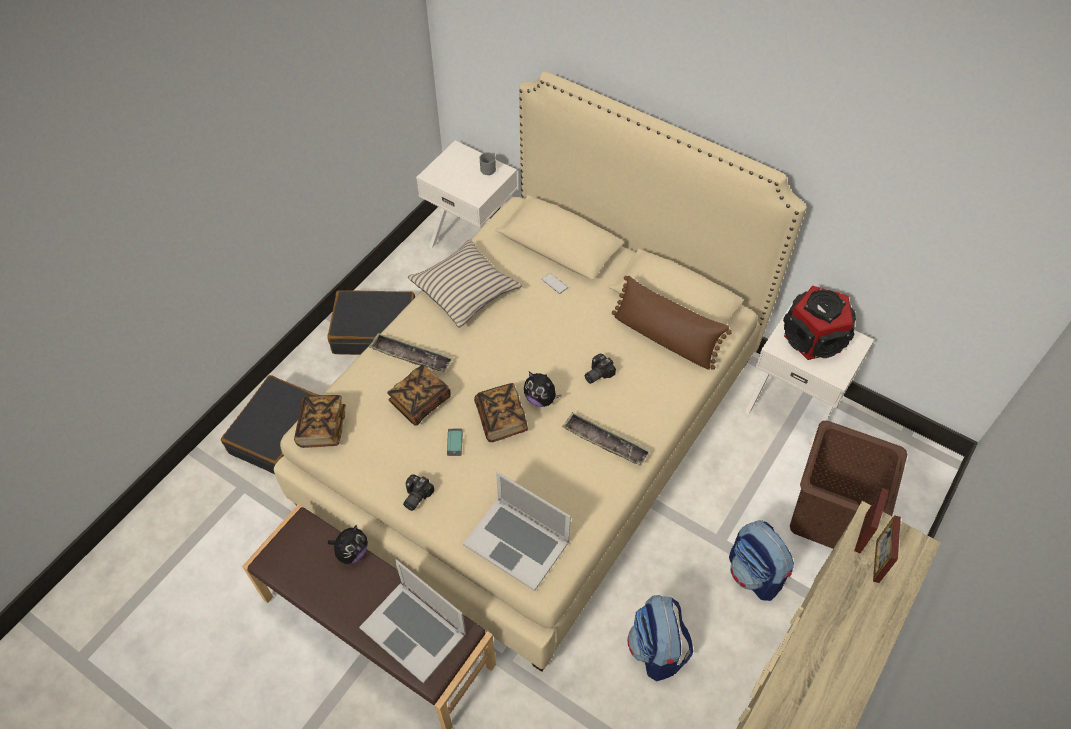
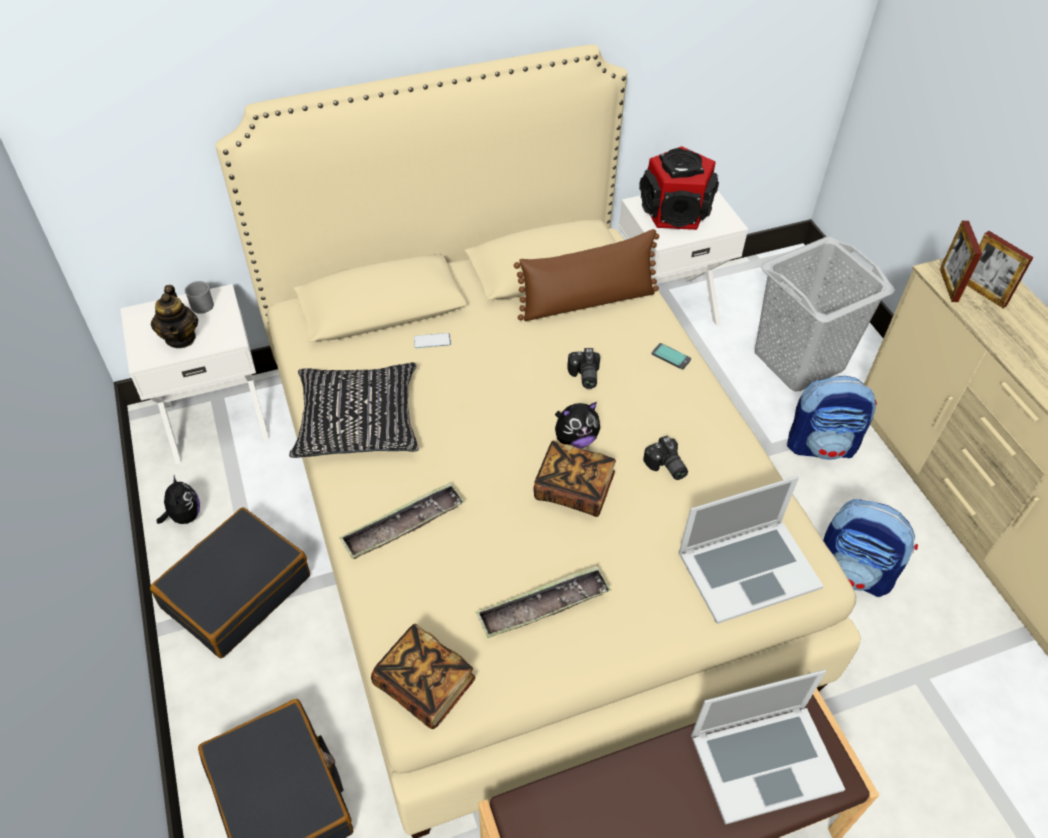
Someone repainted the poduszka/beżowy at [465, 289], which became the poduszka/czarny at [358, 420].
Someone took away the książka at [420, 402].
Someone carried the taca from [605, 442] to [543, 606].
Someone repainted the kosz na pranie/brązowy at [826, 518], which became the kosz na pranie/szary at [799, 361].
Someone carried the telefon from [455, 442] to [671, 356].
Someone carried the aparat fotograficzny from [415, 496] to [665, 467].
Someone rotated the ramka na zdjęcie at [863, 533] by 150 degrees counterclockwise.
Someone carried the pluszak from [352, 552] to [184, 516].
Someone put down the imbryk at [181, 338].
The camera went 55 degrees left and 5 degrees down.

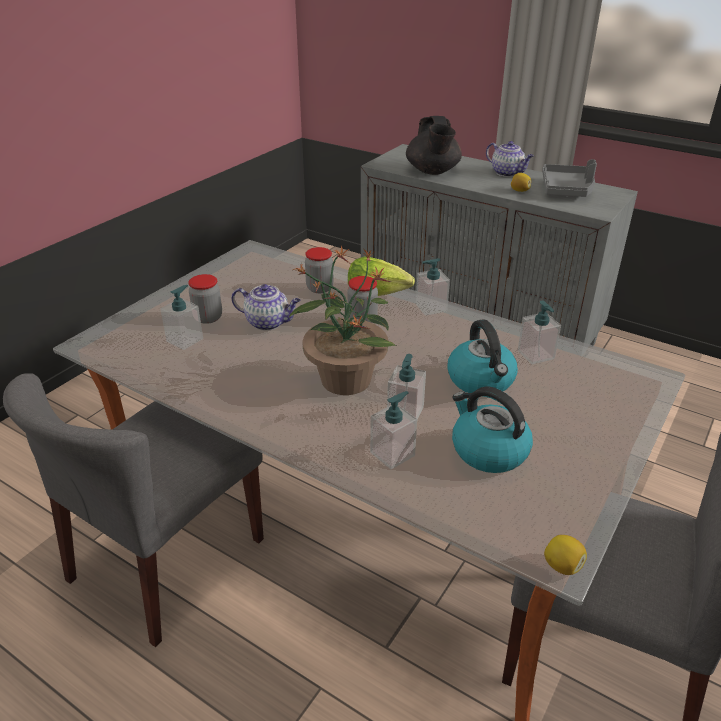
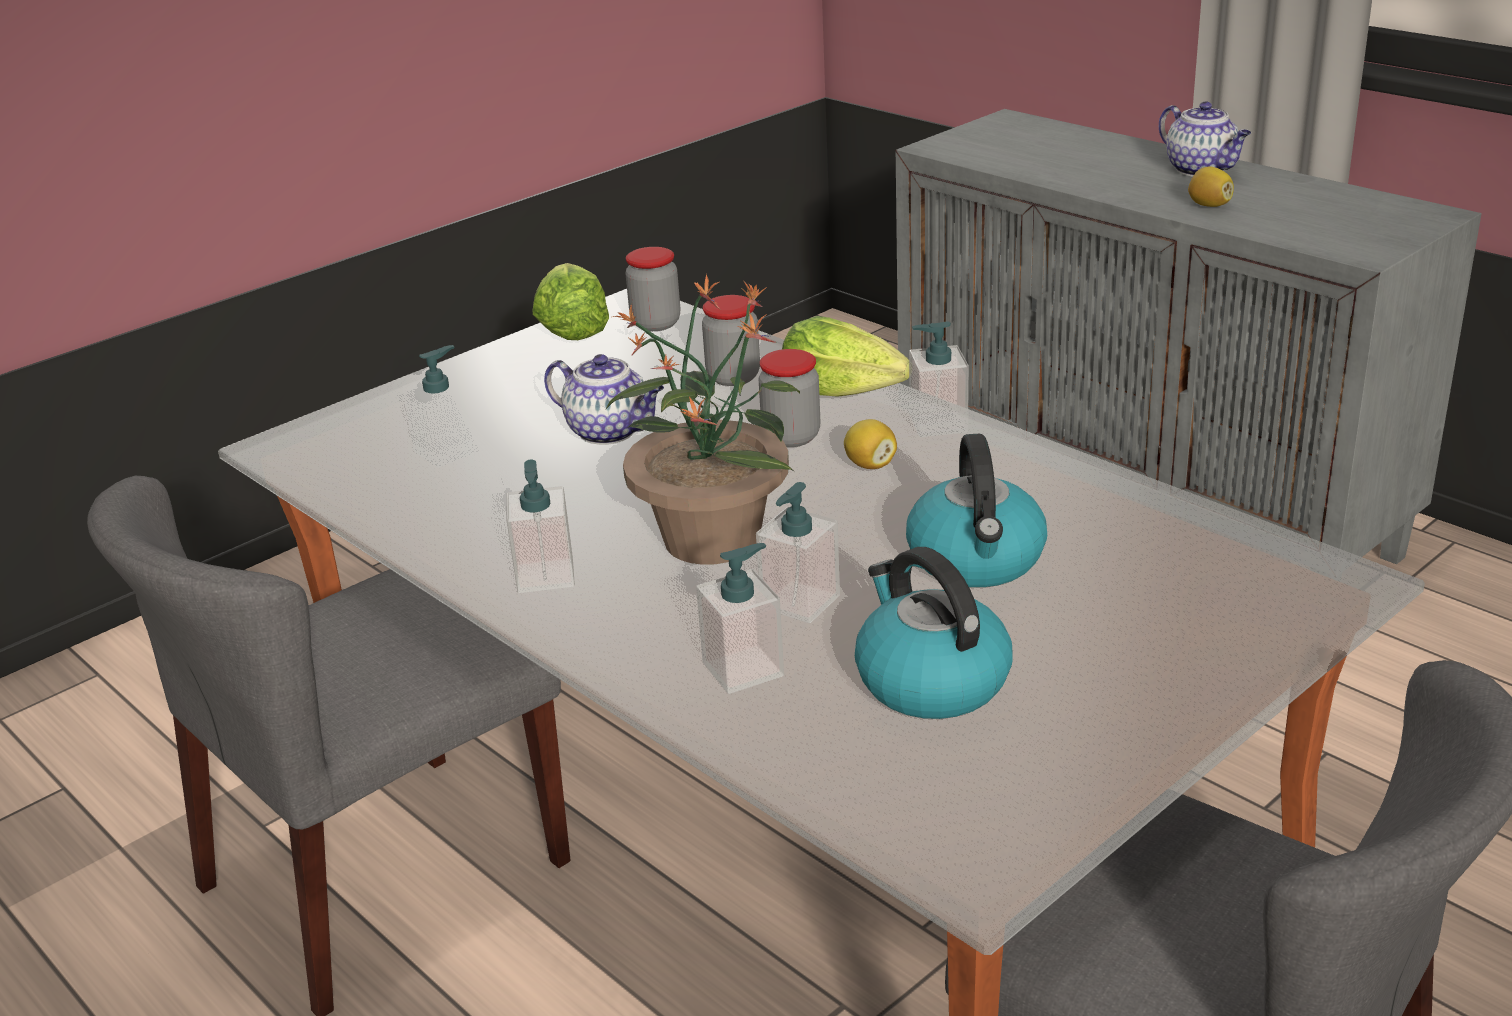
Someone took away the imbryk/czarny at [433, 171].
Someone took away the taca/szary at [567, 190].
Someone carried the słoik from [208, 317] to [656, 323].
Someone carried the dozownik mydła from [536, 355] to [545, 575].
Someone carried the cytryna from [562, 566] to [870, 465].
Someone put down the sałata at [572, 328].
The camera went 15 degrees right and 5 degrees down.

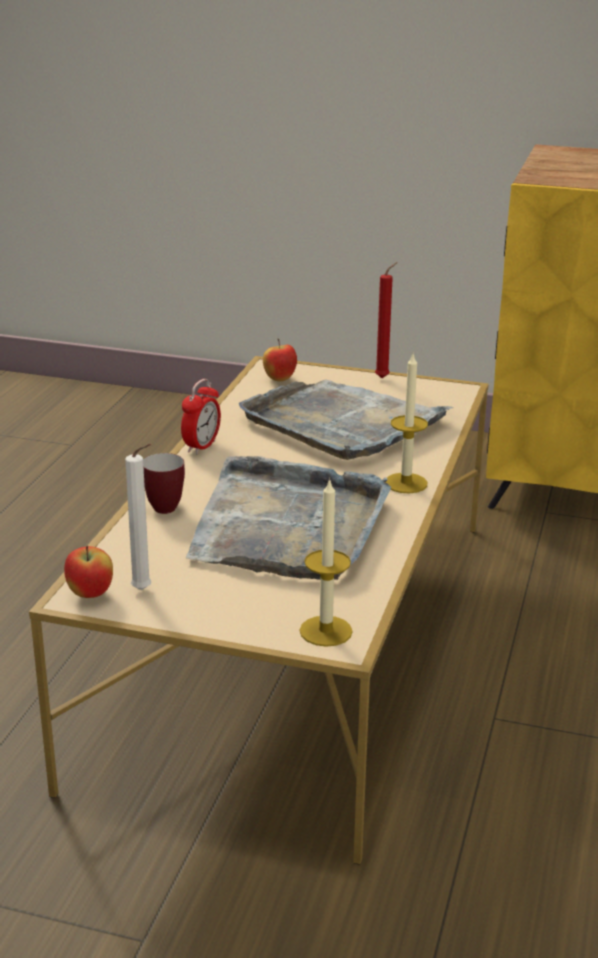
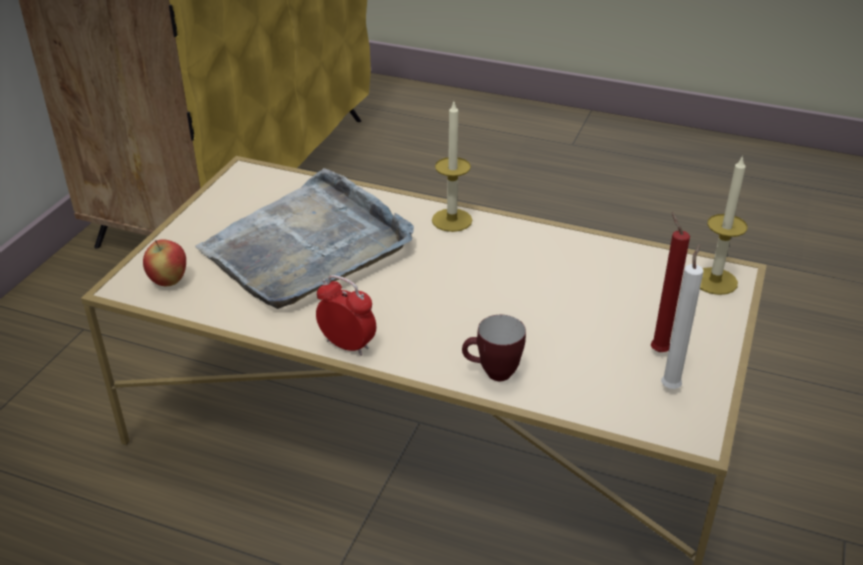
Someone carried the świeca/czerwony from [384, 377] to [657, 350].
Someone took away the taca/szary at [288, 526].
Someone took away the jabłko at [90, 594].
The camera went 85 degrees left and 10 degrees up.

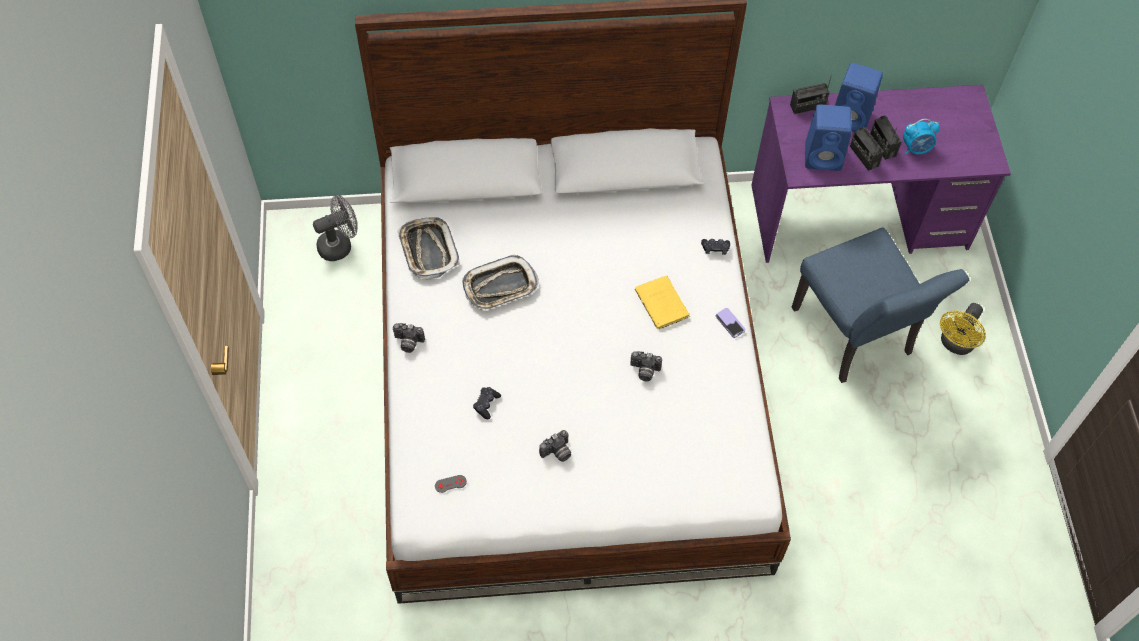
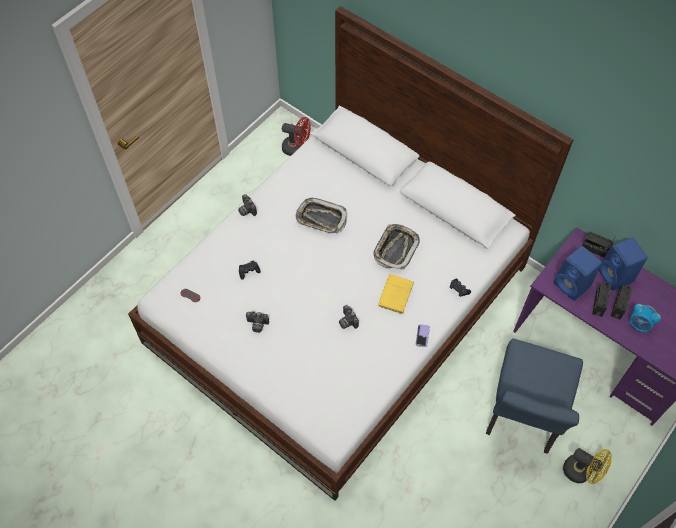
Someone repainted the wentylator/szary at [340, 245], which became the wentylator/czerwony at [297, 148].
Someone carried the taca from [428, 250] to [395, 248].
Someone rotated the wentylator/żółty at [955, 344] by 135 degrees counterclockwise.
The camera went 45 degrees right and 0 degrees up.

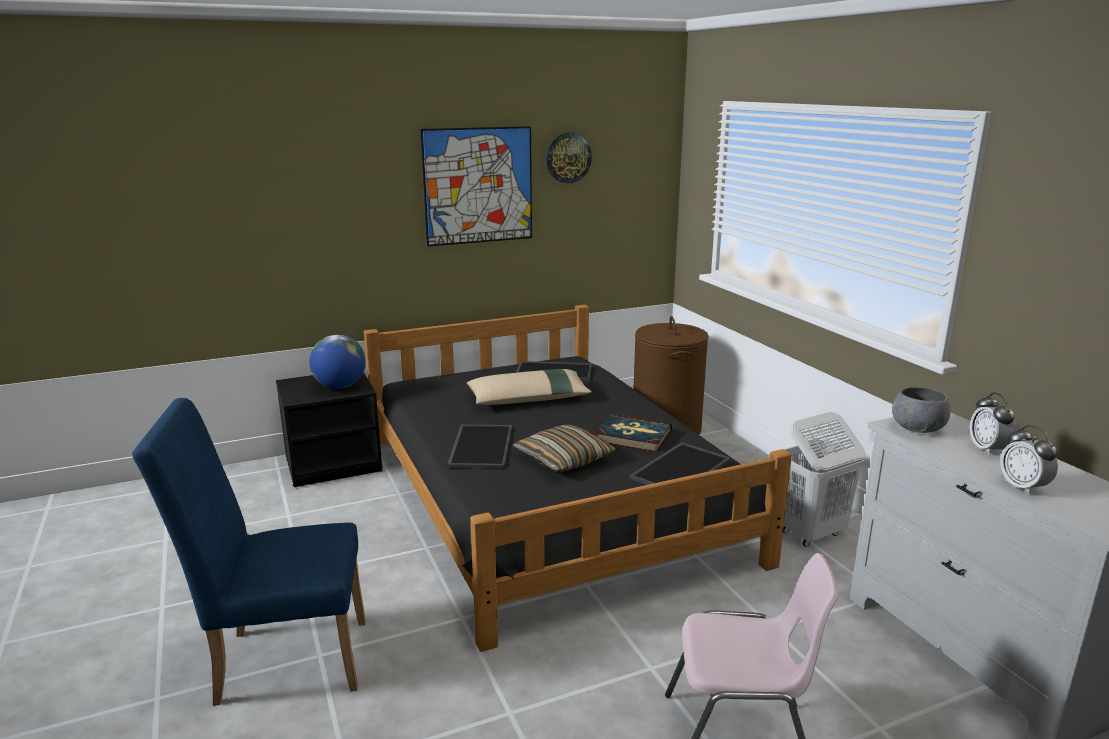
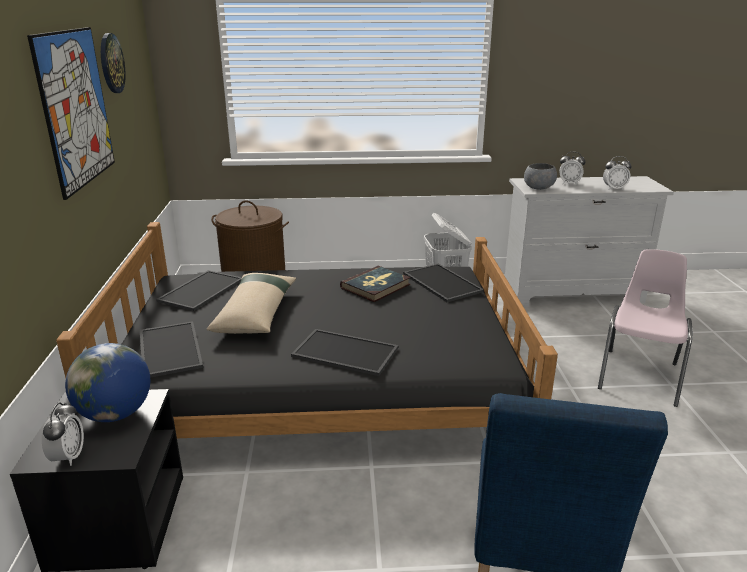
Someone took away the poduszka at [564, 459].
Someone put down the taca at [168, 349].
Someone put down the budzik at [68, 457].
The camera went 70 degrees left and 5 degrees up.

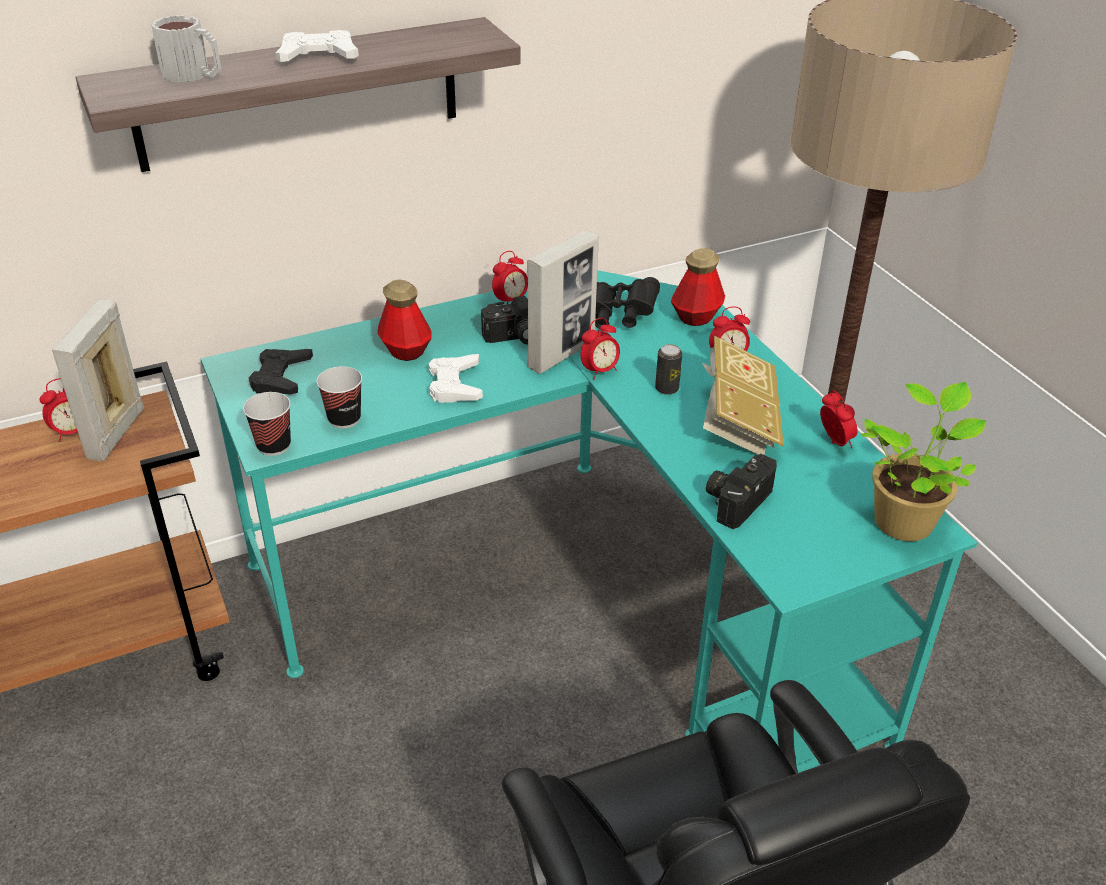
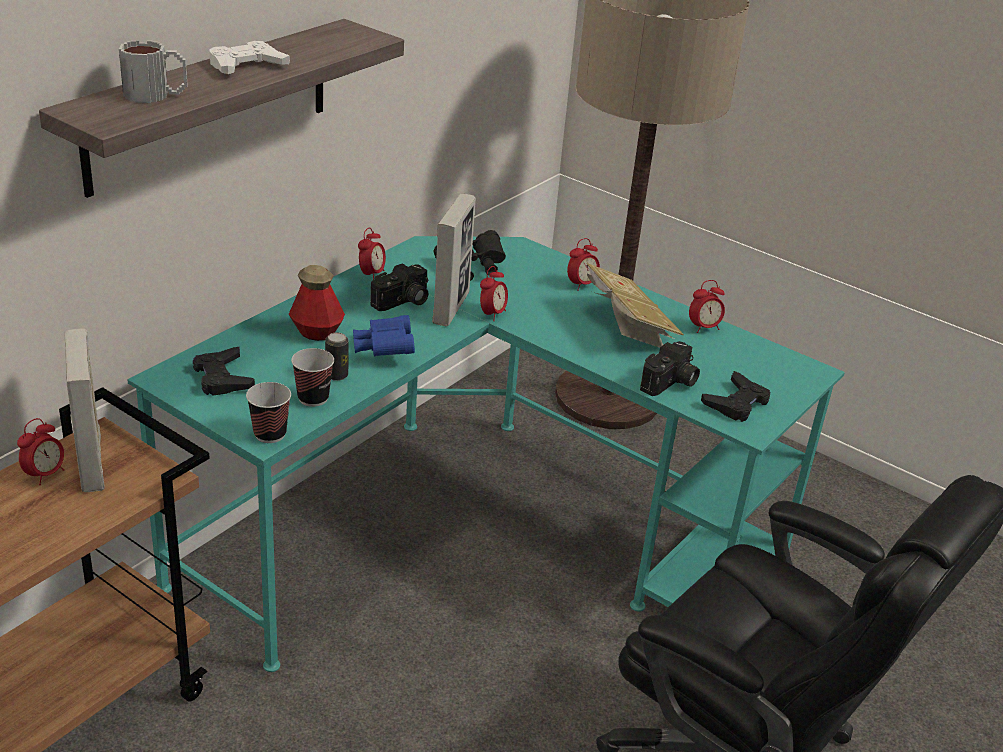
Someone took away the butelka at [696, 317].
Someone carried the puszka from [666, 388] to [336, 375].
Someone swapped the pad do gier/biały at [455, 385] for the lornetka/niebieski at [384, 350].
Someone took away the roślina doniczkowa at [905, 520].
Someone rotated the budzik at [834, 442] by 120 degrees clockwise.
Someone rotated the aparat fotograficzny at [736, 499] by 150 degrees counterclockwise.
Someone put down the pad do gier/czarny at [736, 403].
The camera went 30 degrees left and 5 degrees down.

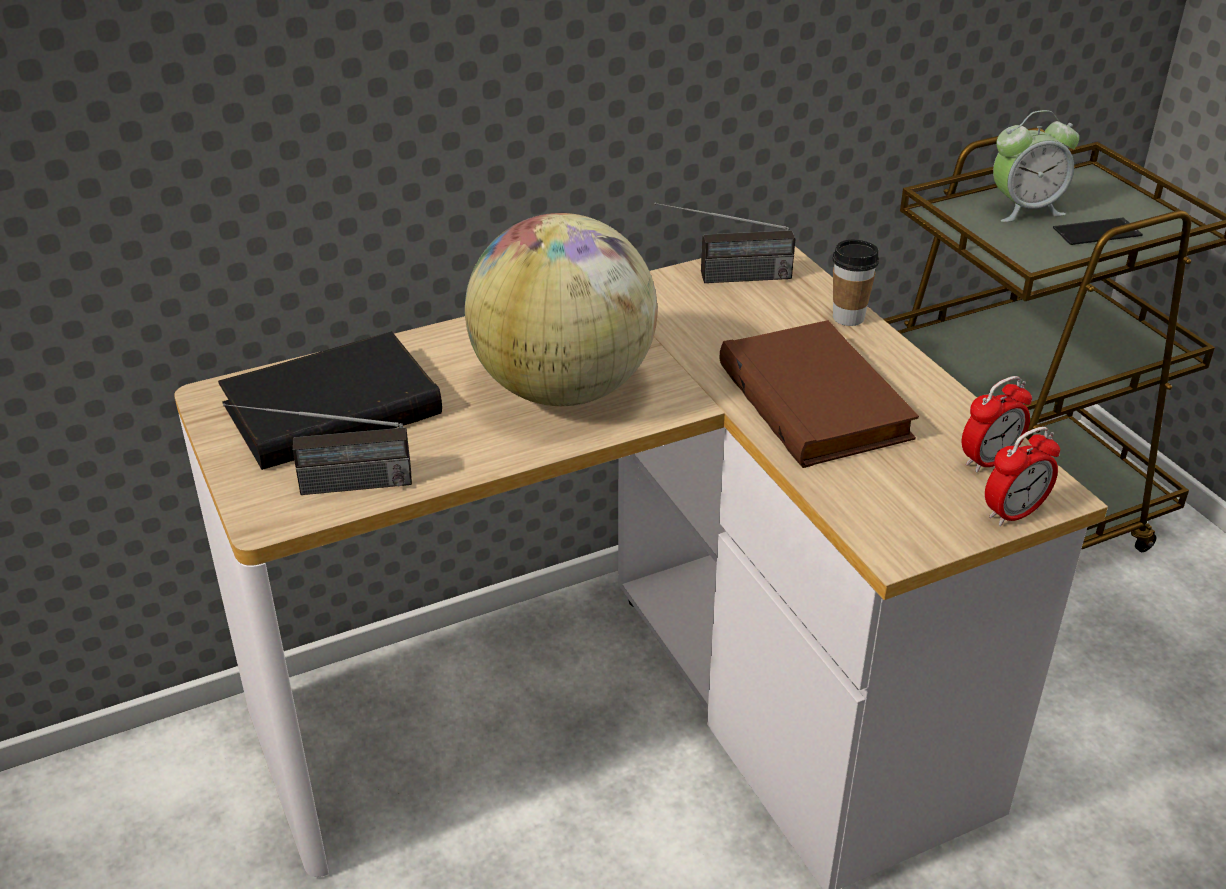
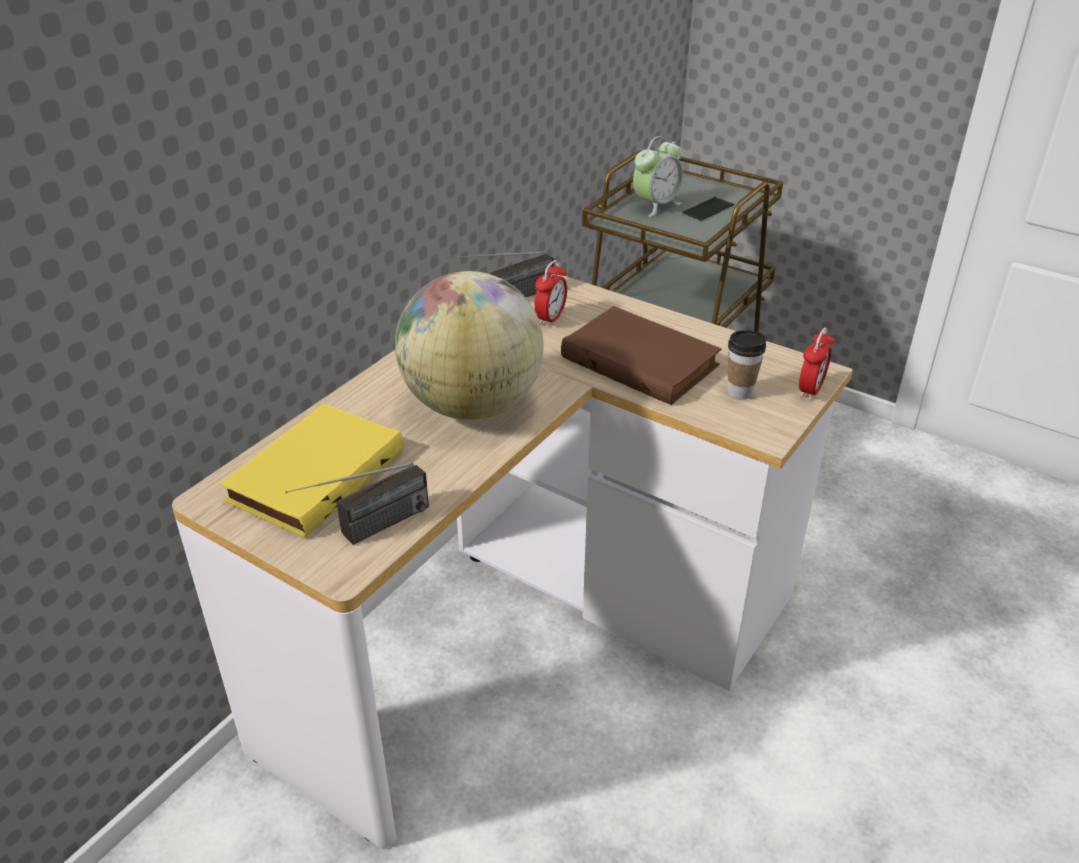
Someone carried the filiżanka from [848, 317] to [740, 392].
Someone repainted the książka/czarny at [332, 407], which became the książka/żółty at [314, 474].
Someone carried the budzik from [989, 460] to [550, 318].
The camera went 30 degrees left and 0 degrees up.

